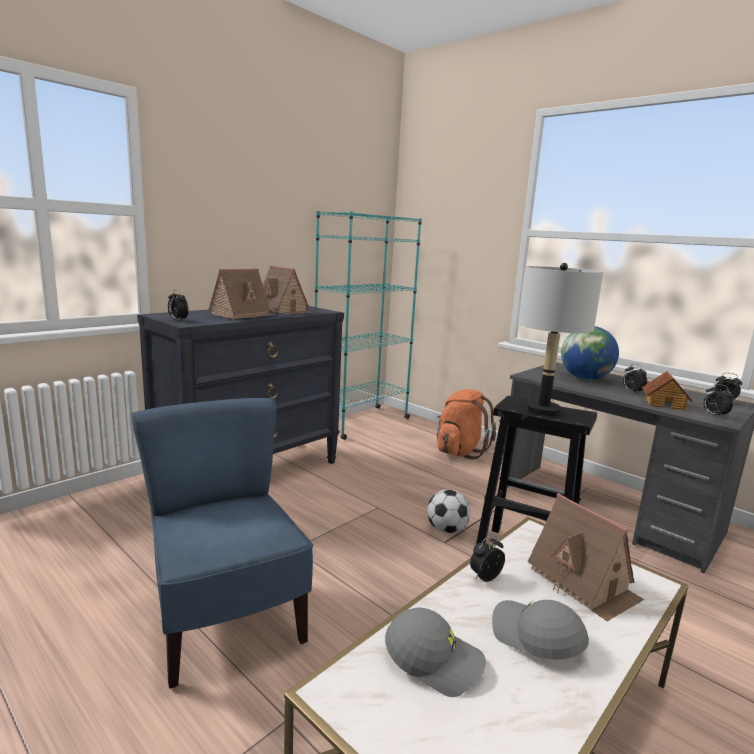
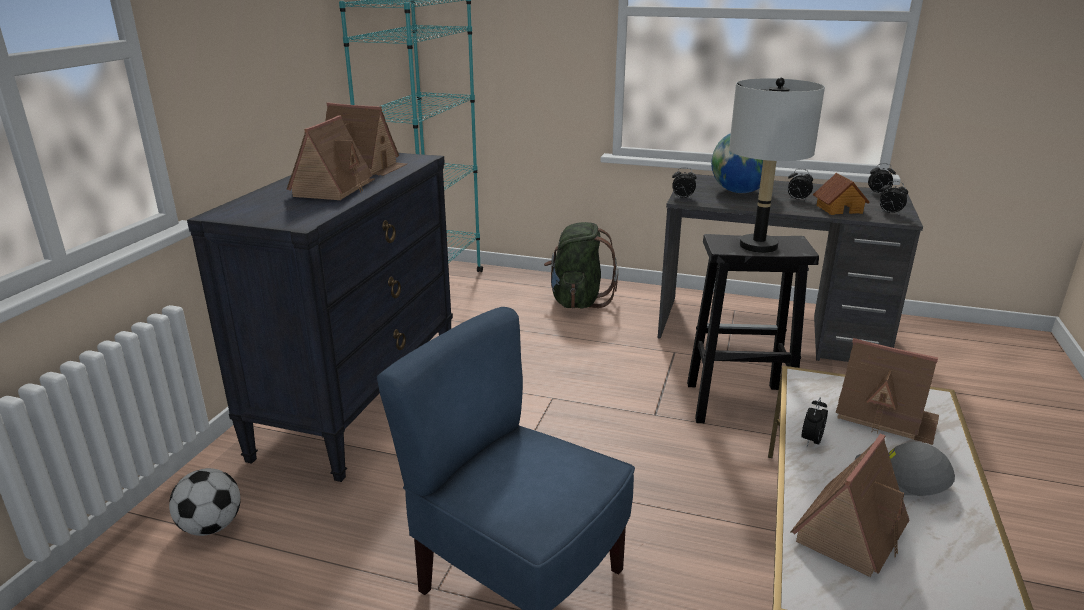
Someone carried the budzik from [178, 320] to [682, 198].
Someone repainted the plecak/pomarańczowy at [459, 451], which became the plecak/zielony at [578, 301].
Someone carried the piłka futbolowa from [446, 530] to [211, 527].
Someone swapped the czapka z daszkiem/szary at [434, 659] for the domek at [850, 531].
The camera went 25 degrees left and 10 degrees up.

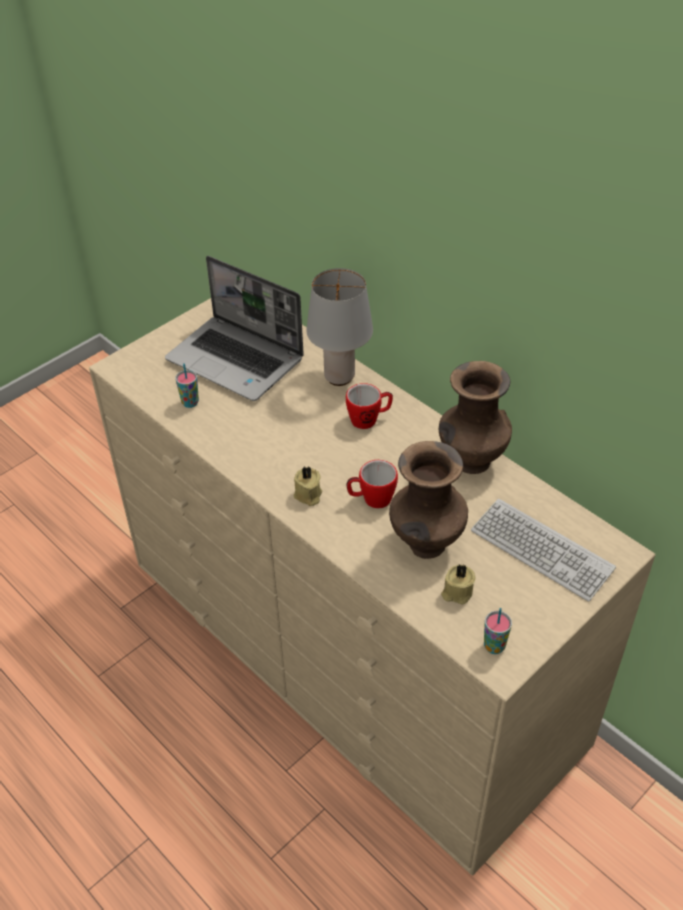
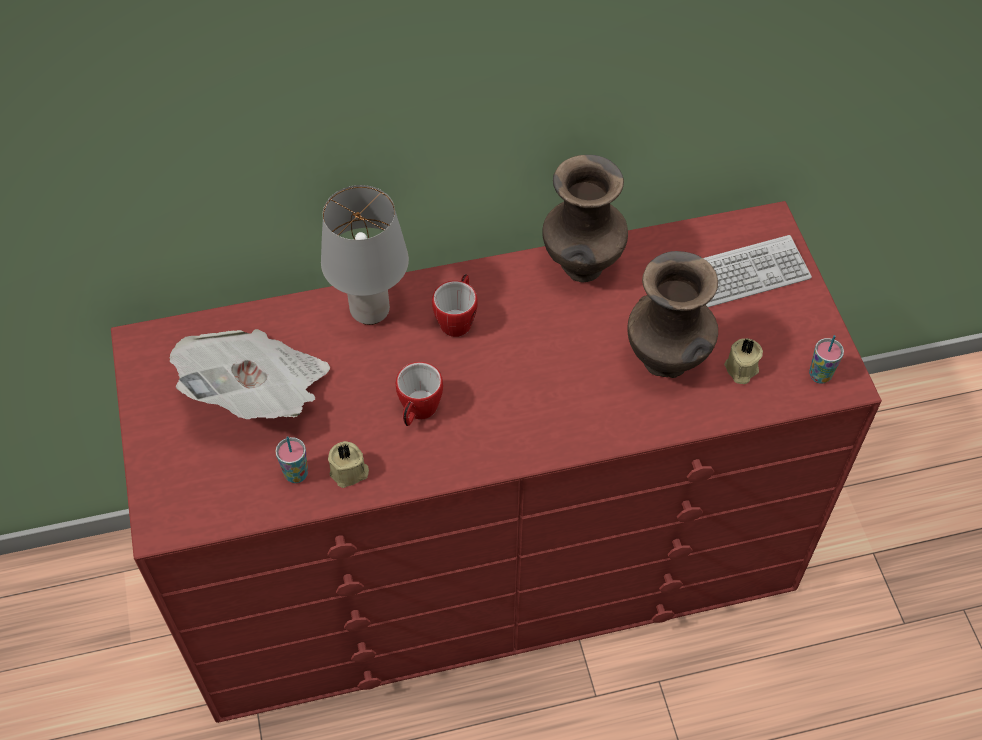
Someone swapped the laptop at [237, 360] for the gazeta at [259, 393].
Someone repainted the komoda/beżowy at [349, 649], which became the komoda/czerwony at [490, 558].
Someone carried the kubek from [371, 499] to [418, 412].
Someone carried the świeca/beżowy from [308, 495] to [349, 473].
The camera went 60 degrees left and 10 degrees up.

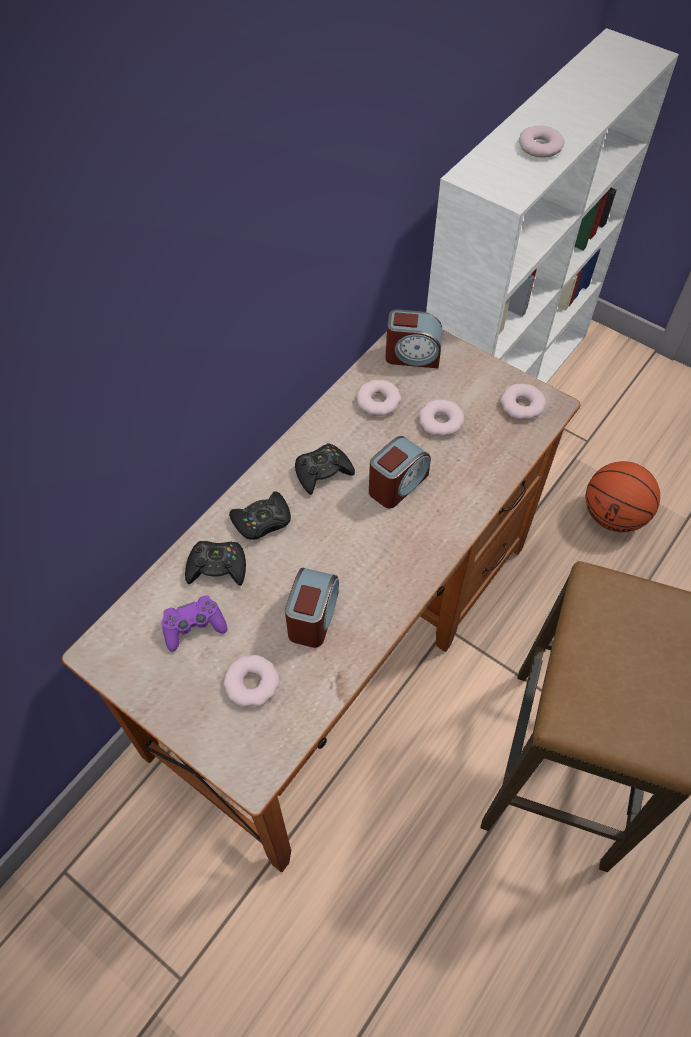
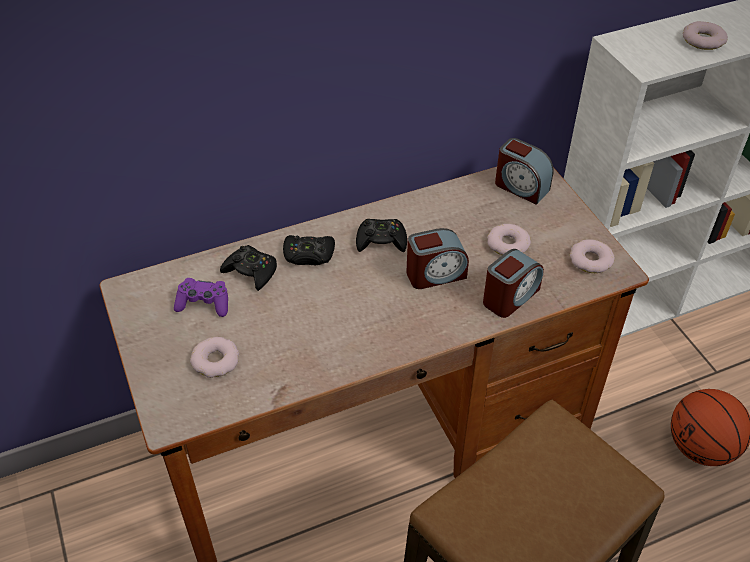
Someone took away the donut at [378, 401].
Someone carried the budzik from [313, 616] to [510, 297].
The camera went 30 degrees right and 10 degrees down.

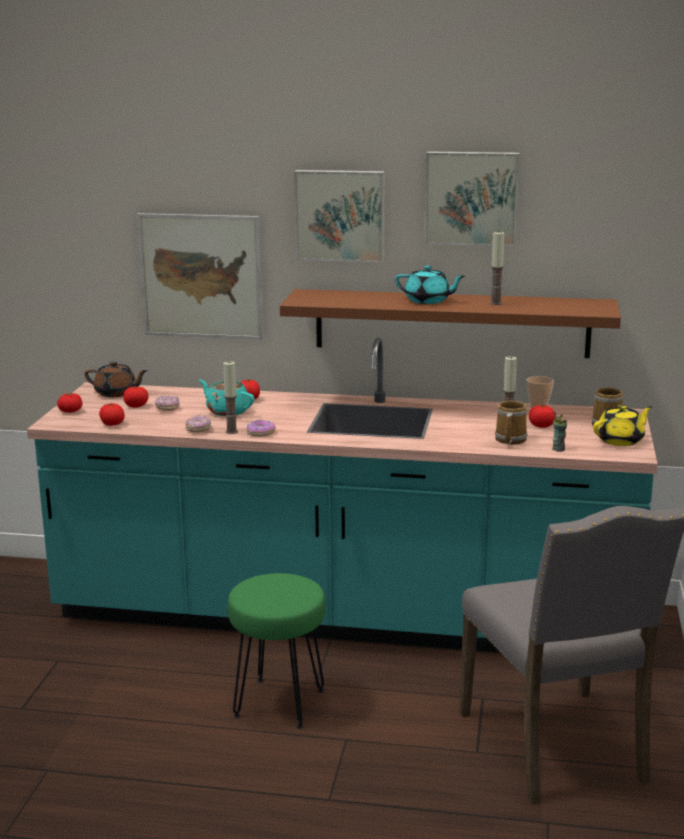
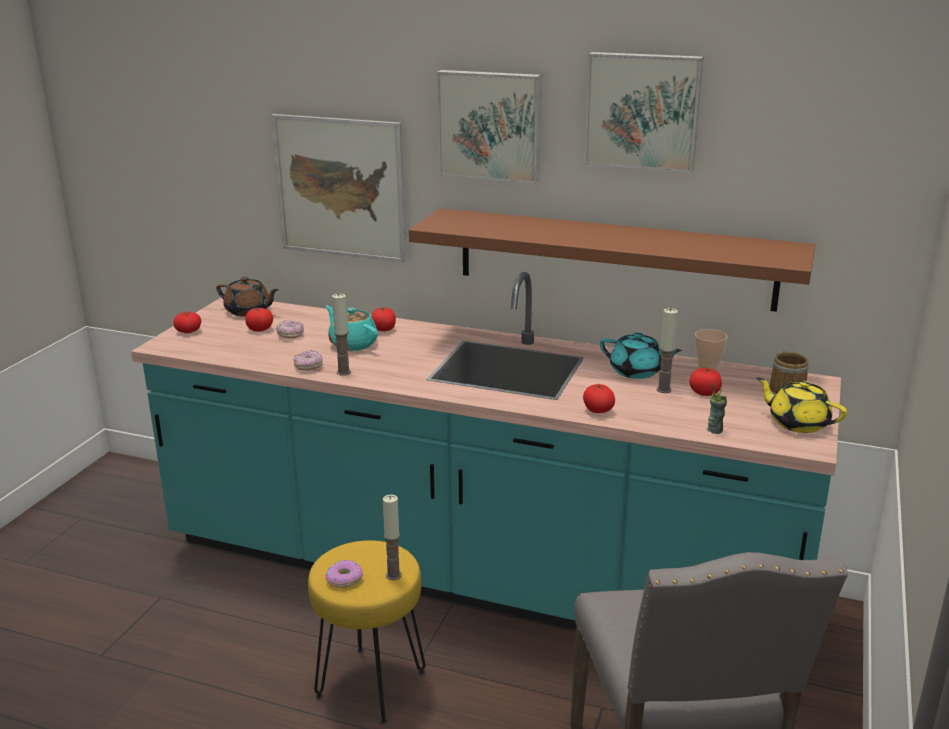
Someone carried the świeca from [496, 303] to [393, 575].
Someone carried the imbryk/turkusowy from [428, 301] to [637, 372].
Someone took away the kubek at [509, 440].
Someone carried the pomidor from [112, 424] to [598, 410].
Someone rotated the imbryk/żółty at [621, 440] by 120 degrees counterclockwise.
Someone carried the donut from [260, 432] to [344, 578].
Someone repainted the stołek/zielony at [280, 704], which became the stołek/żółty at [371, 685].
The camera went 10 degrees right and 5 degrees up.

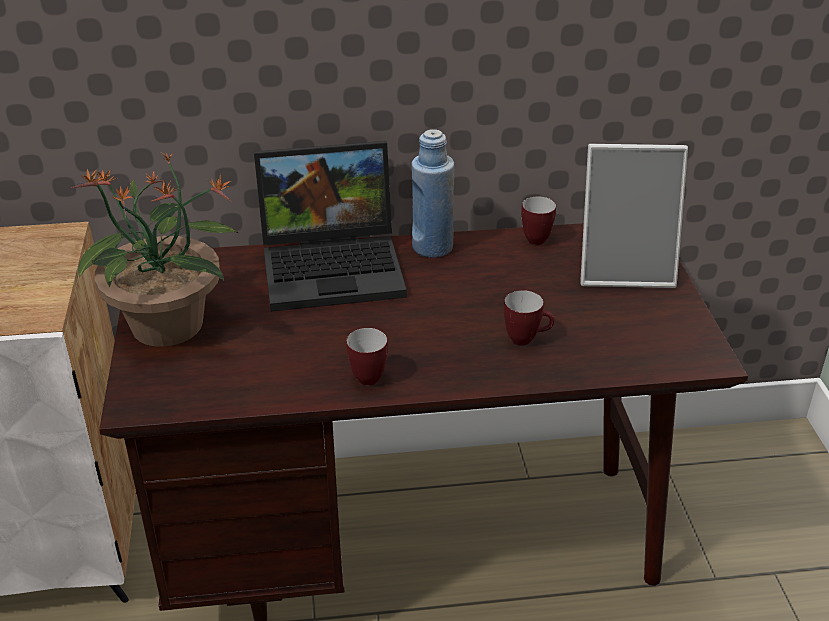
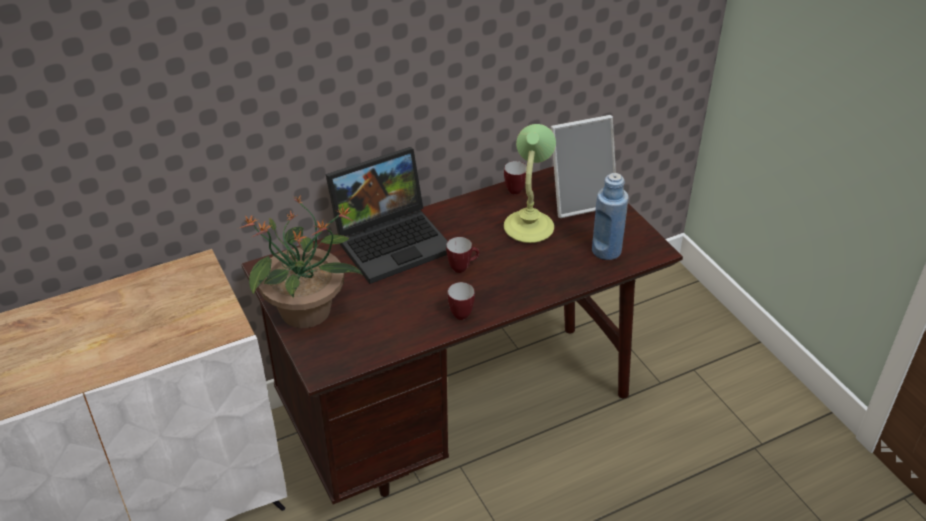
Someone carried the butelka/niebieski from [432, 247] to [606, 251].
Someone carried the kubek from [526, 339] to [462, 267].
Someone put down the lampa stołowa at [529, 227].
The camera went 20 degrees left and 5 degrees up.

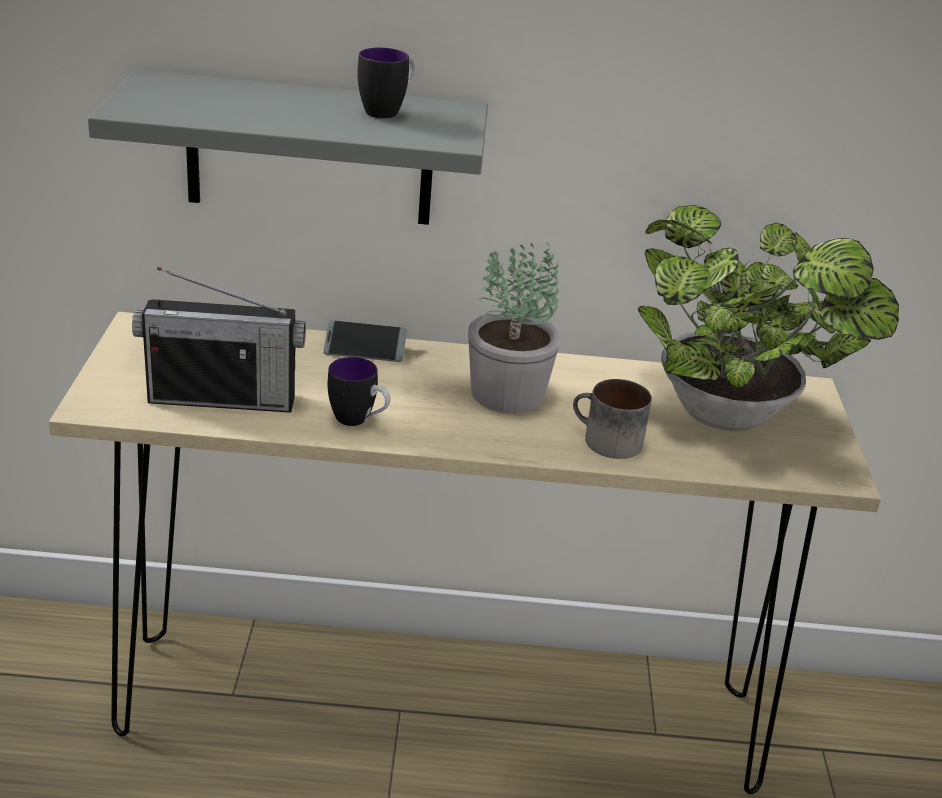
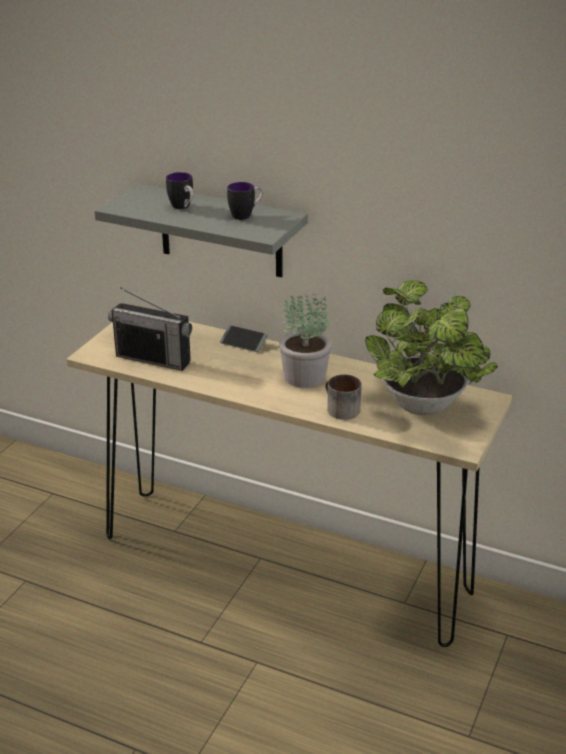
Someone carried the kubek from [359, 421] to [183, 208].
The camera went 25 degrees right and 0 degrees up.

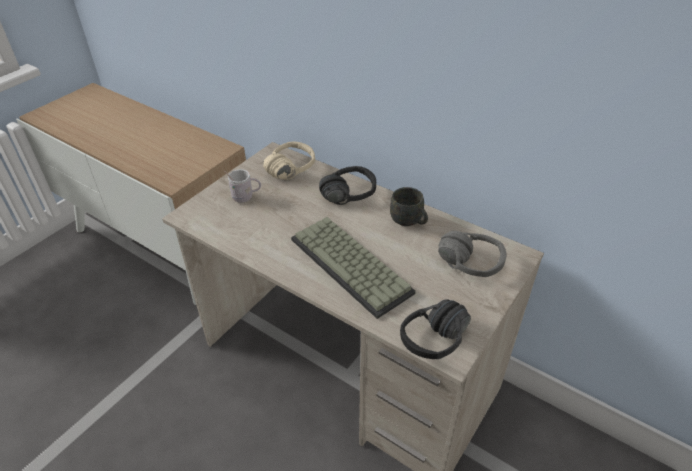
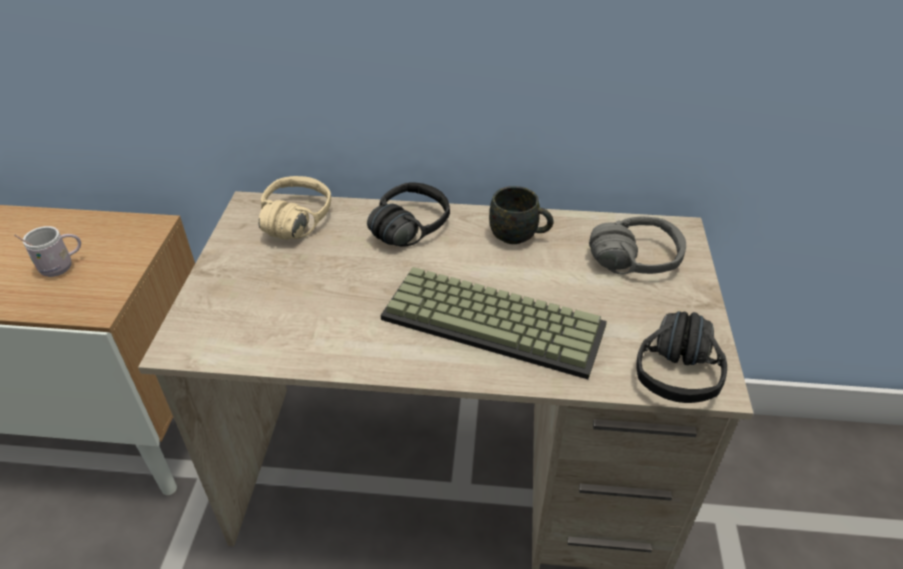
Someone carried the kubek/biały from [246, 197] to [62, 267].
The camera went 30 degrees left and 0 degrees up.

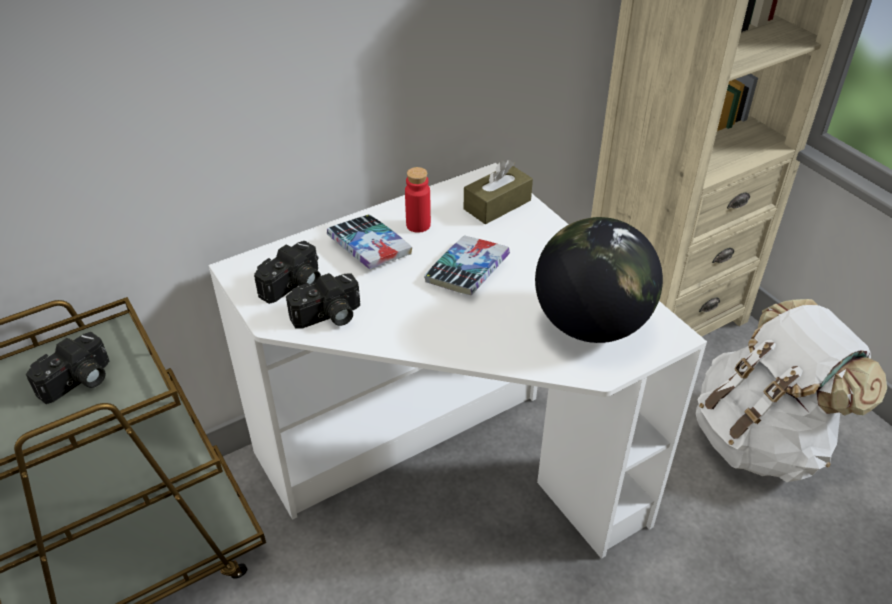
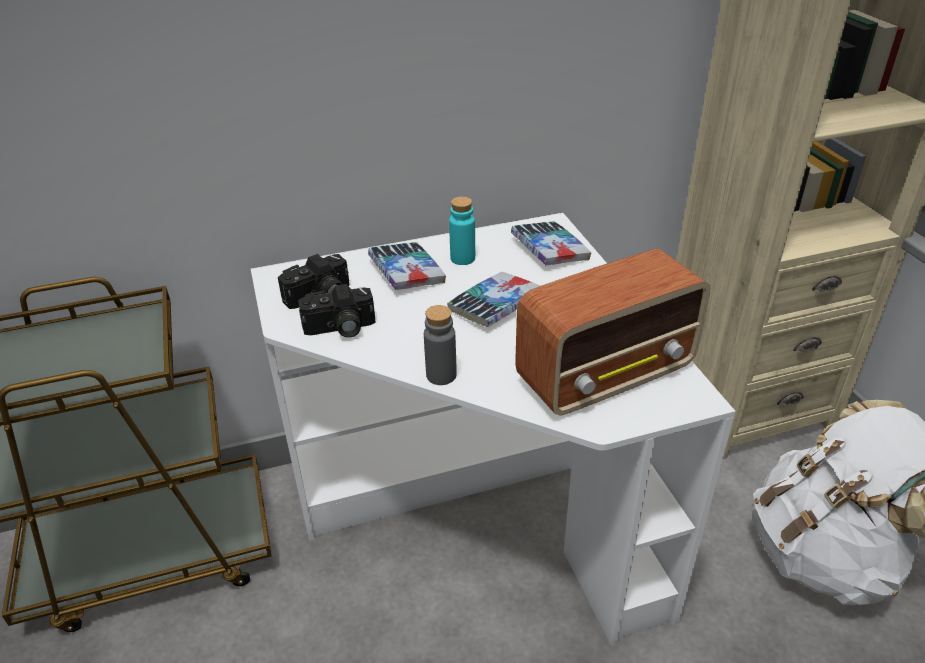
Someone swapped the pudełko chusteczek/brązowy at [497, 205] for the książka at [549, 249].
Someone repainted the butelka/czerwony at [418, 225], which became the butelka/turkusowy at [462, 258].
Someone swapped the globus at [591, 325] for the radio at [607, 374].
Someone took away the aparat fotograficzny at [78, 382].
Someone put down the butelka/szary at [441, 375].
The camera went 15 degrees right and 5 degrees down.

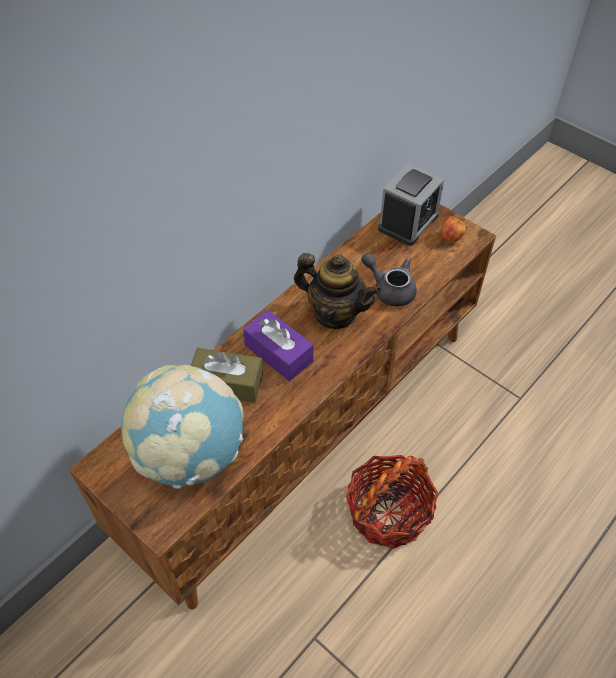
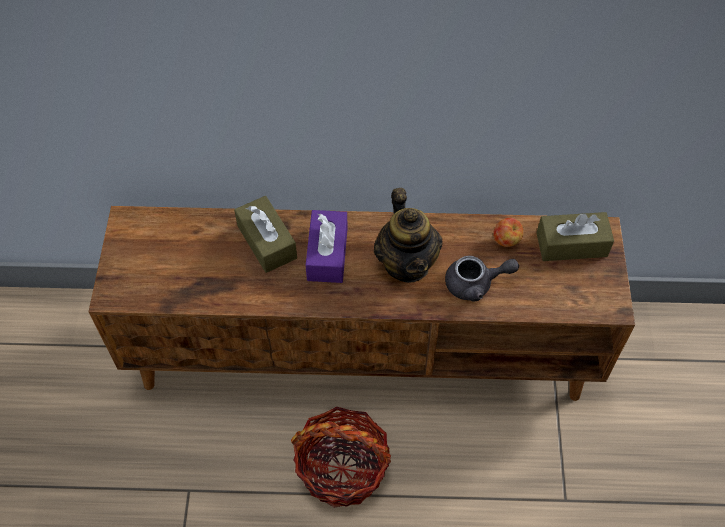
Someone swapped the budzik at [408, 222] for the pudełko chusteczek/brązowy at [571, 244].
Someone carried the jabłko from [451, 238] to [506, 240].
Someone rotated the imbryk/szary at [390, 289] by 90 degrees clockwise.
Someone took away the globus at [190, 454].
The camera went 50 degrees right and 5 degrees up.

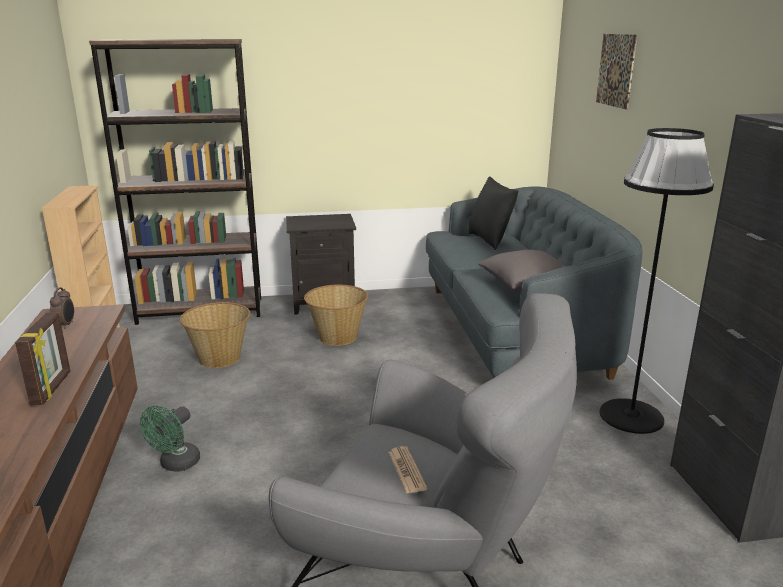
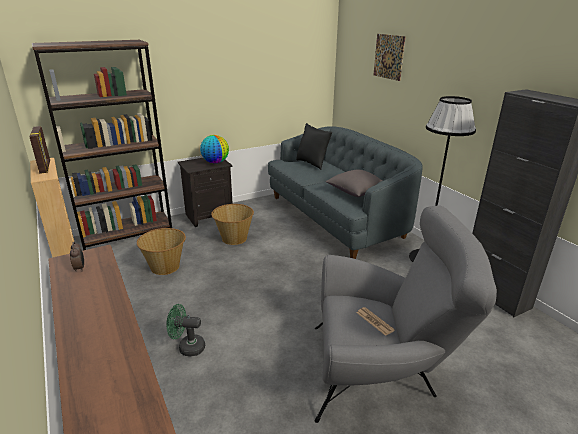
Someone carried the ramka na zdjęcie from [52, 388] to [45, 167].
Someone rotated the wentylator/zielony at [176, 465] by 90 degrees clockwise.
Someone put down the globus at [215, 162].
The camera went 20 degrees left and 5 degrees up.

